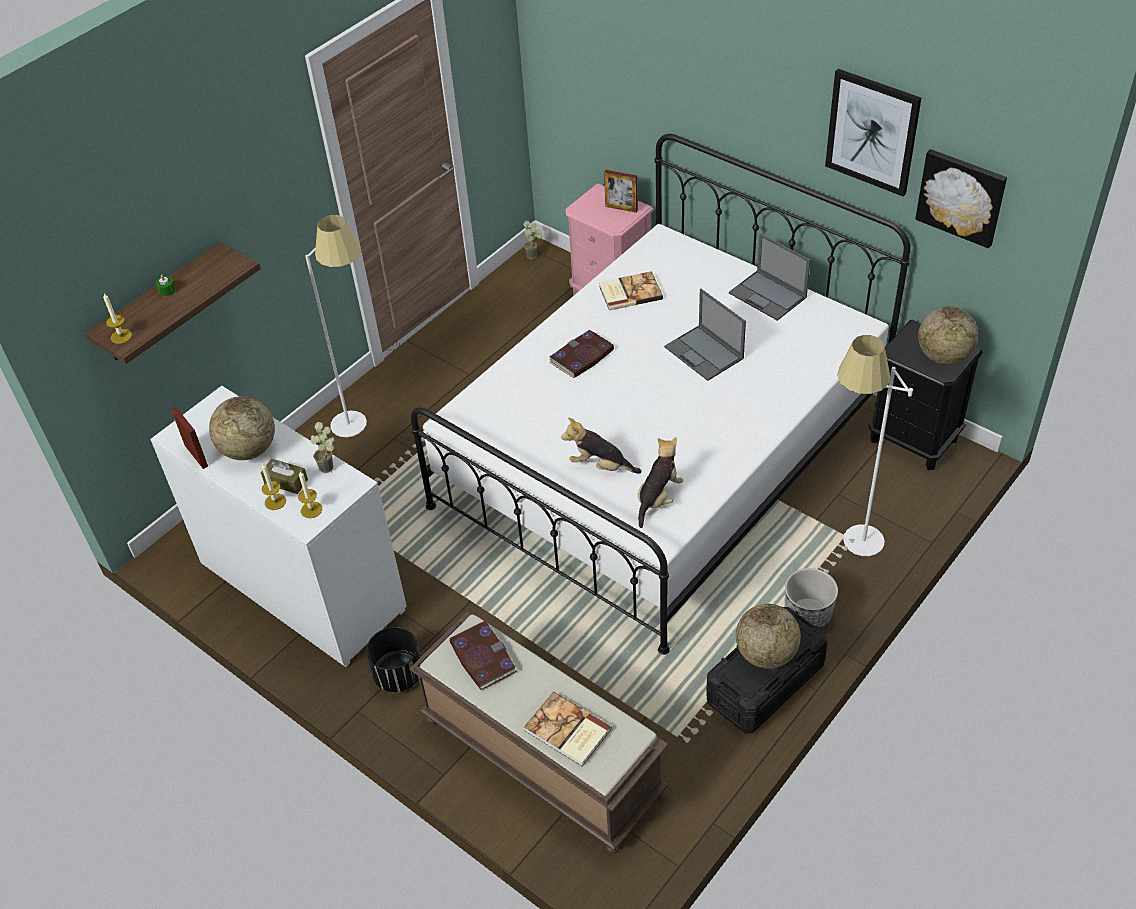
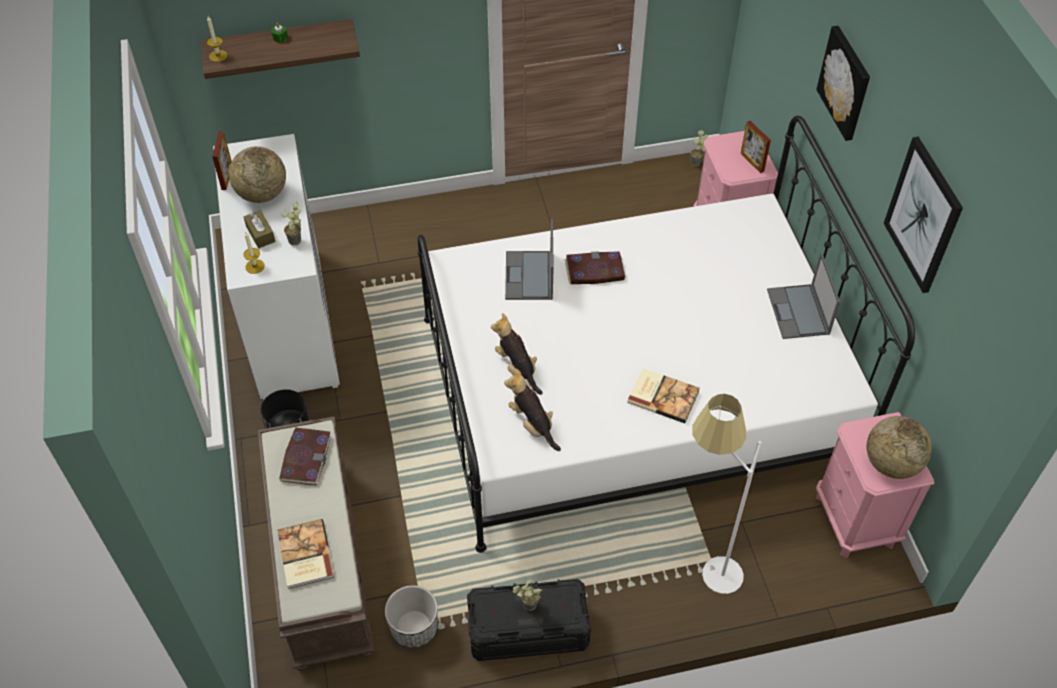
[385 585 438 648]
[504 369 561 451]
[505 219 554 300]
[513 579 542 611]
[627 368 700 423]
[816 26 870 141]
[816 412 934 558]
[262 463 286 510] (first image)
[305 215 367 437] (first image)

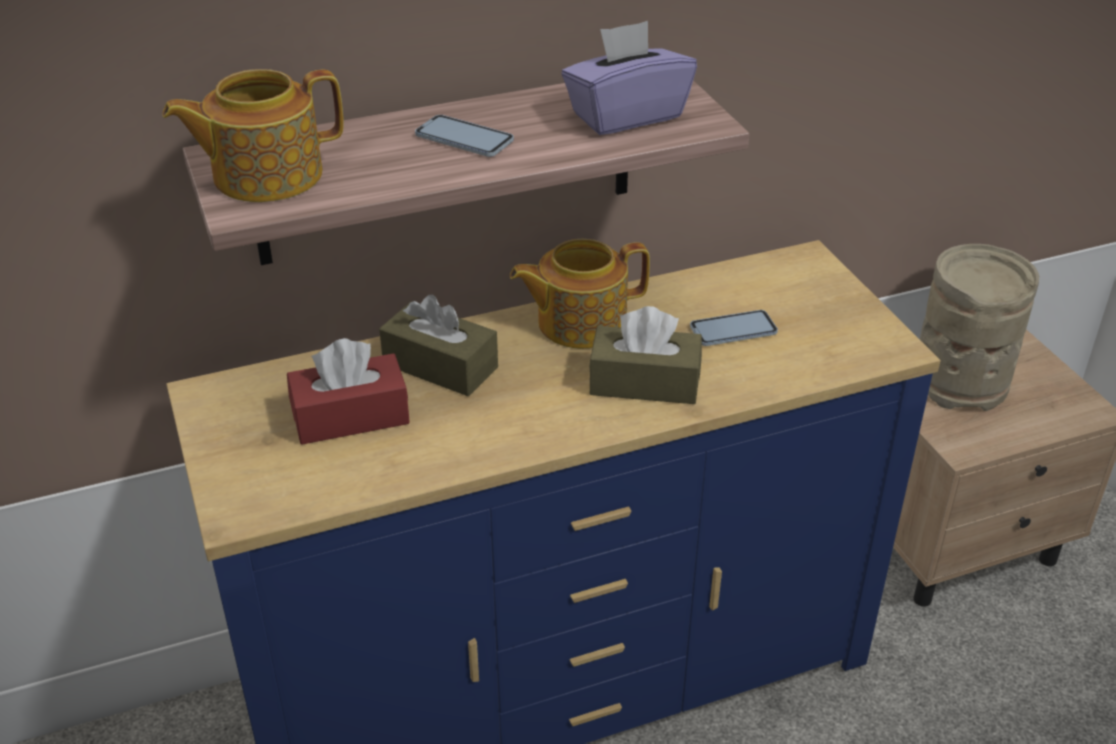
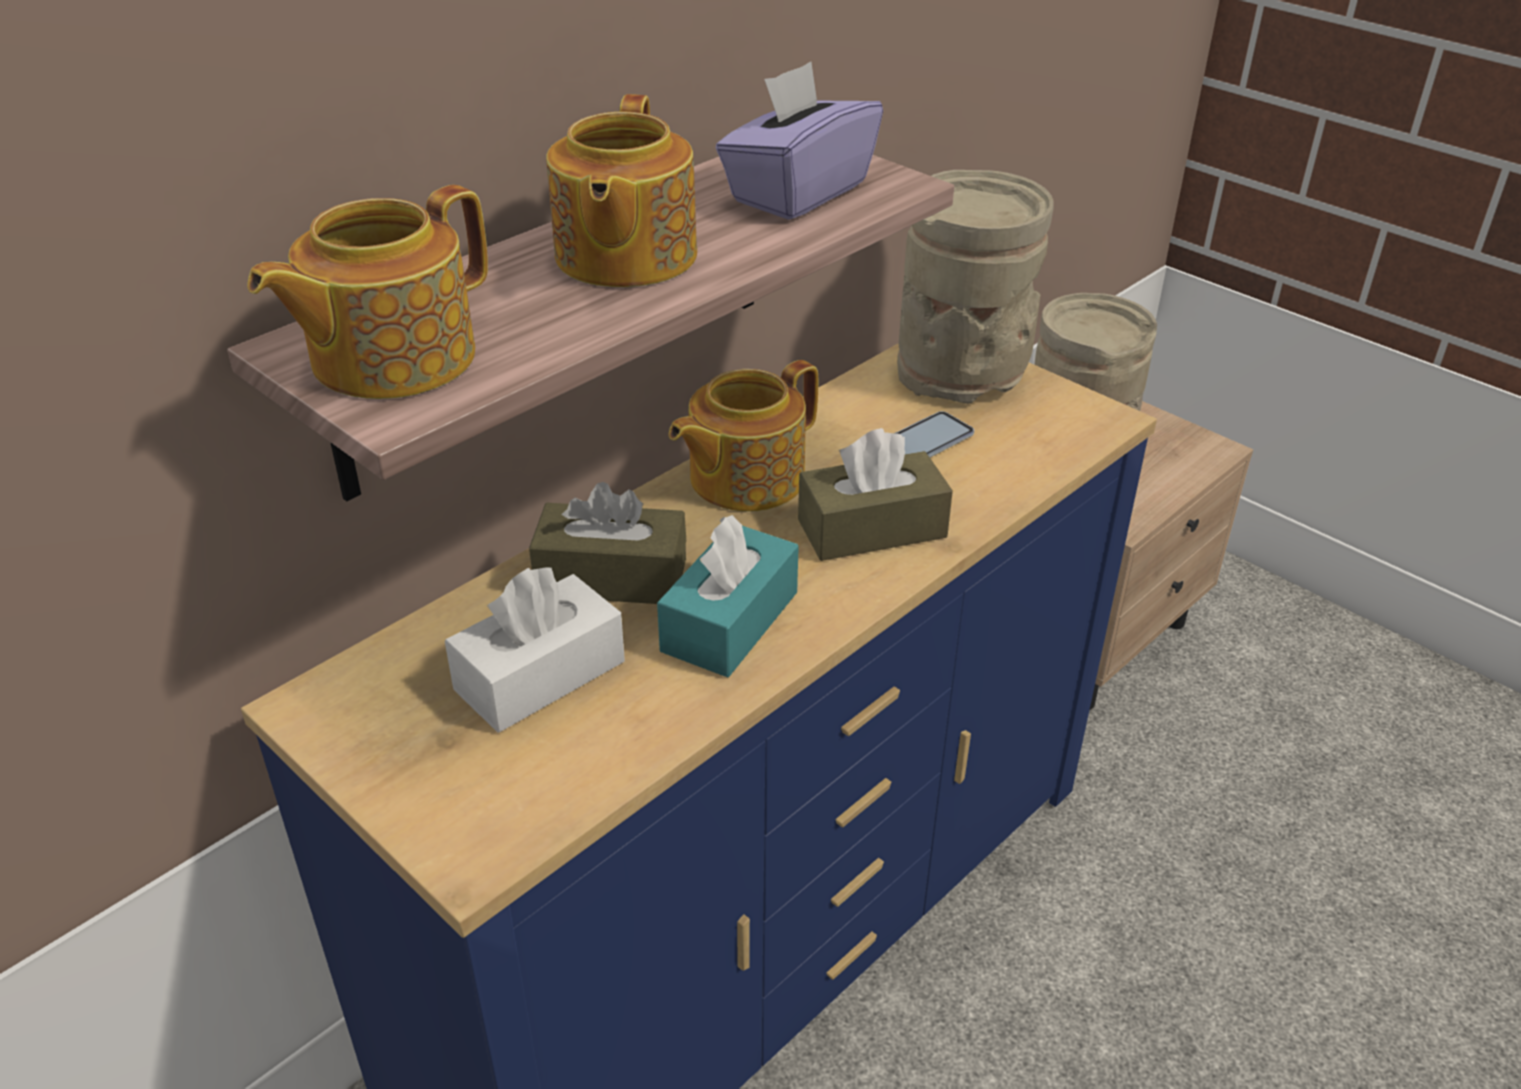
[445 567 625 733]
[546 94 697 287]
[657 515 799 677]
[897 170 1054 404]

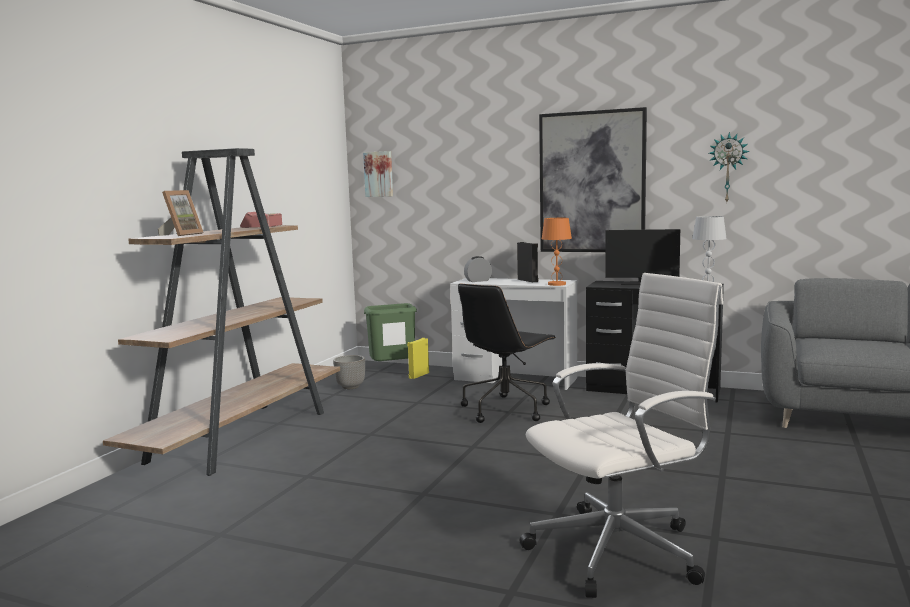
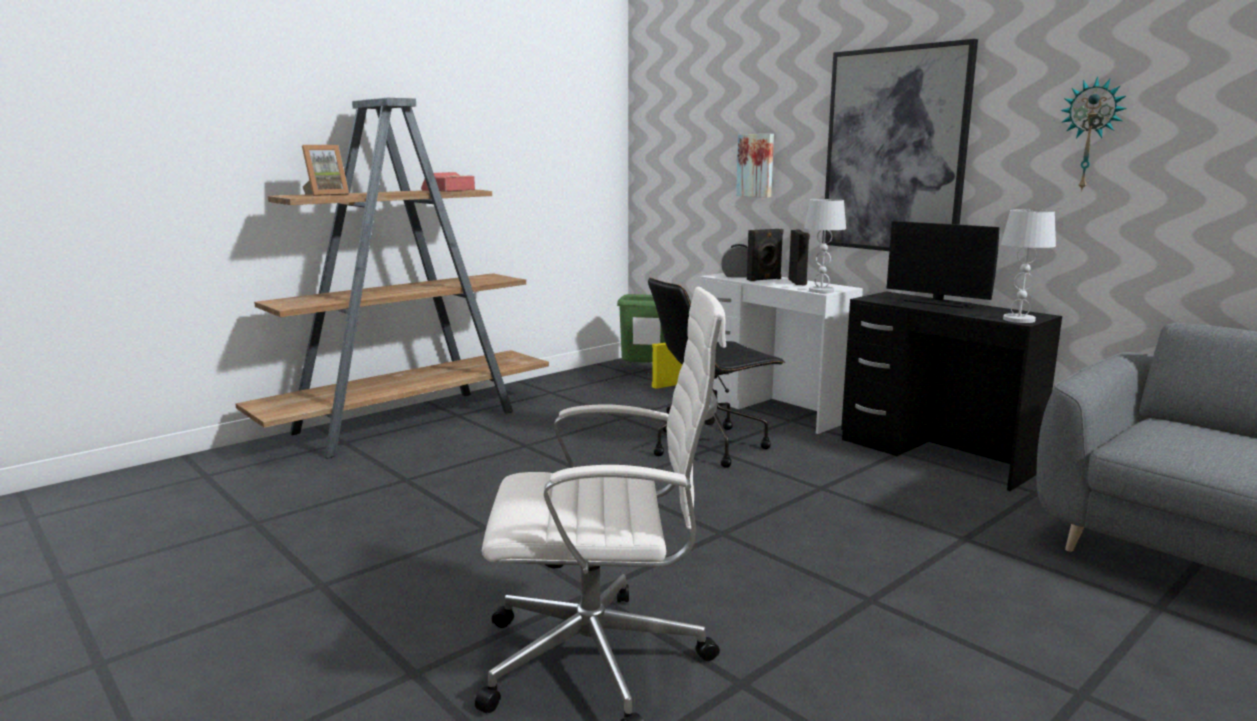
[736 134 774 198]
[747 229 783 281]
[804 199 846 293]
[333 355 365 389] (first image)

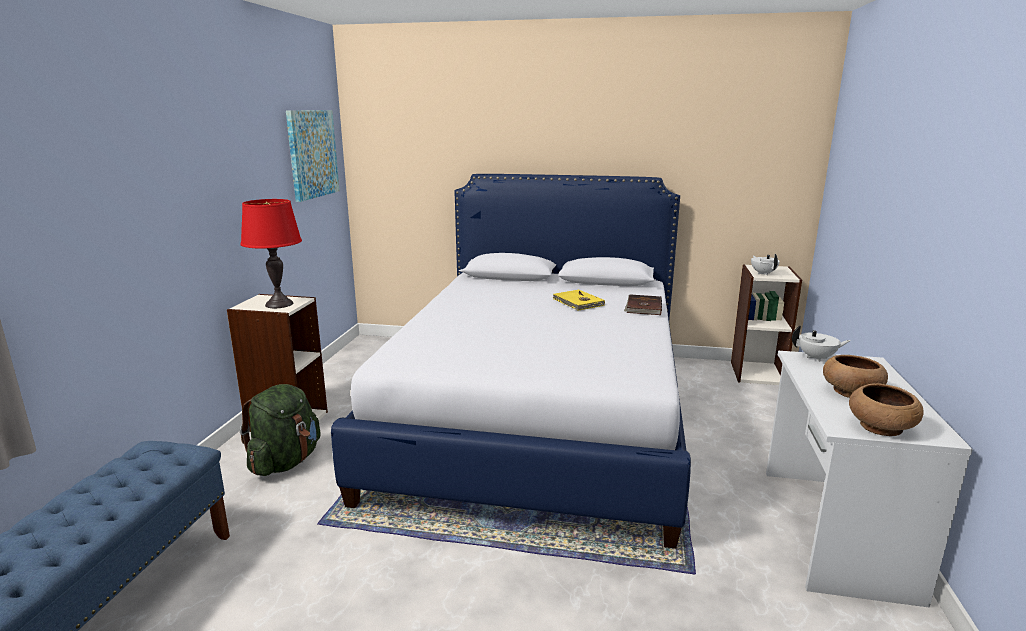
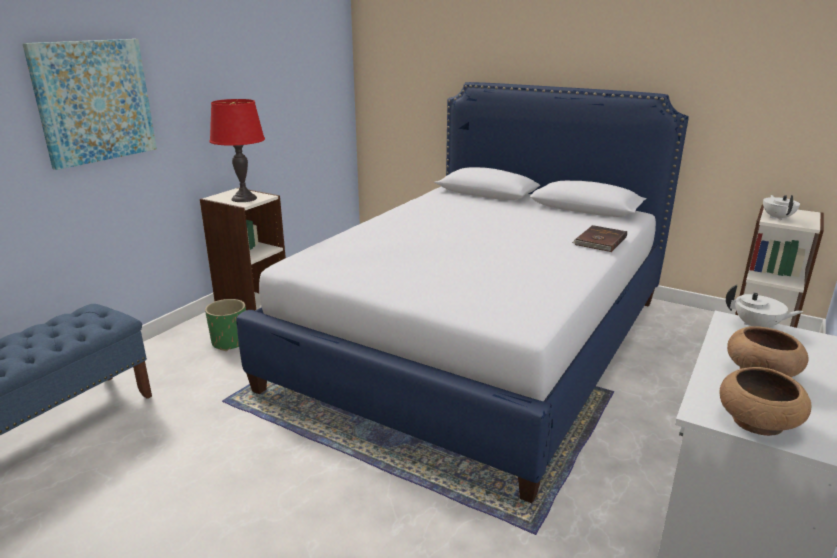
[22 39 157 170]
[205 299 246 351]
[553 289 605 311] (first image)

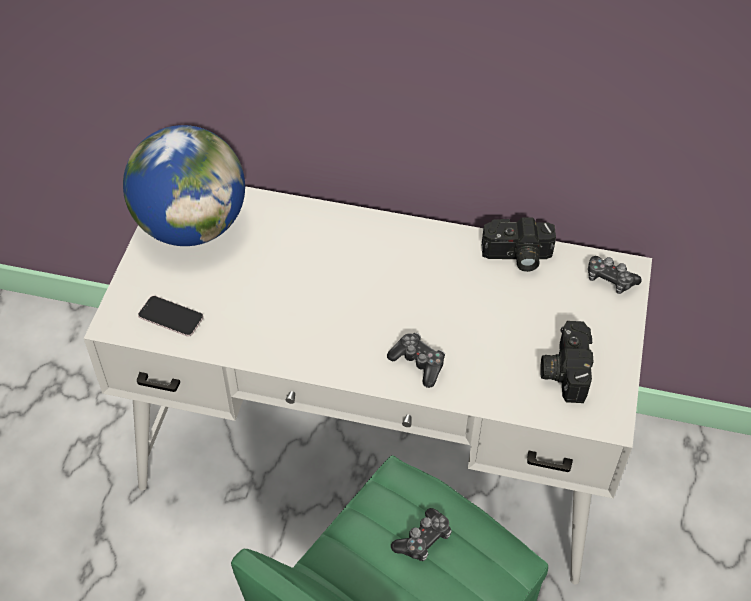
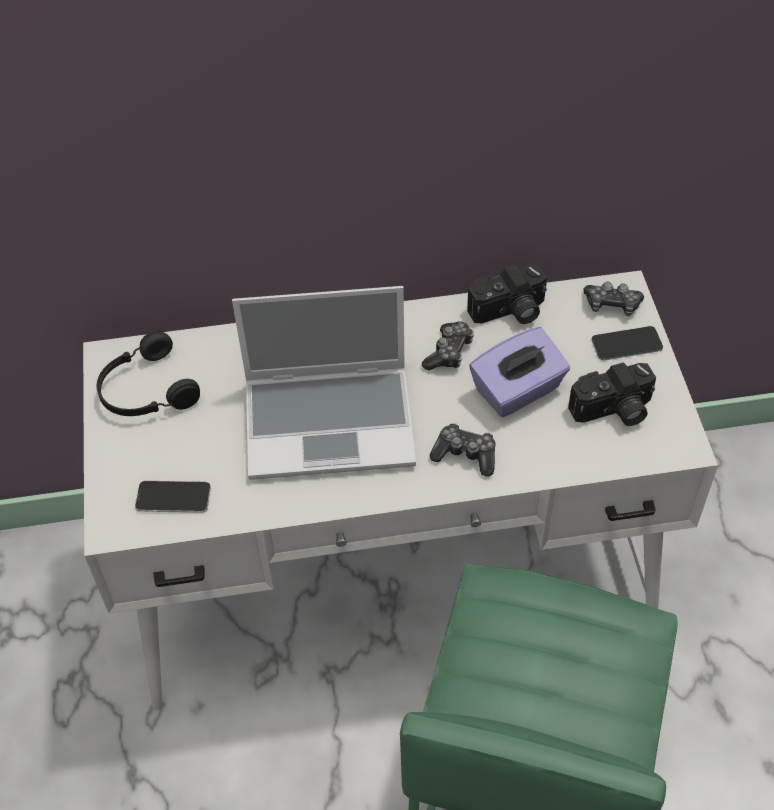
[97 331 200 416]
[232 286 416 480]
[422 321 474 370]
[469 327 570 417]
[568 362 656 426]
[591 326 663 360]

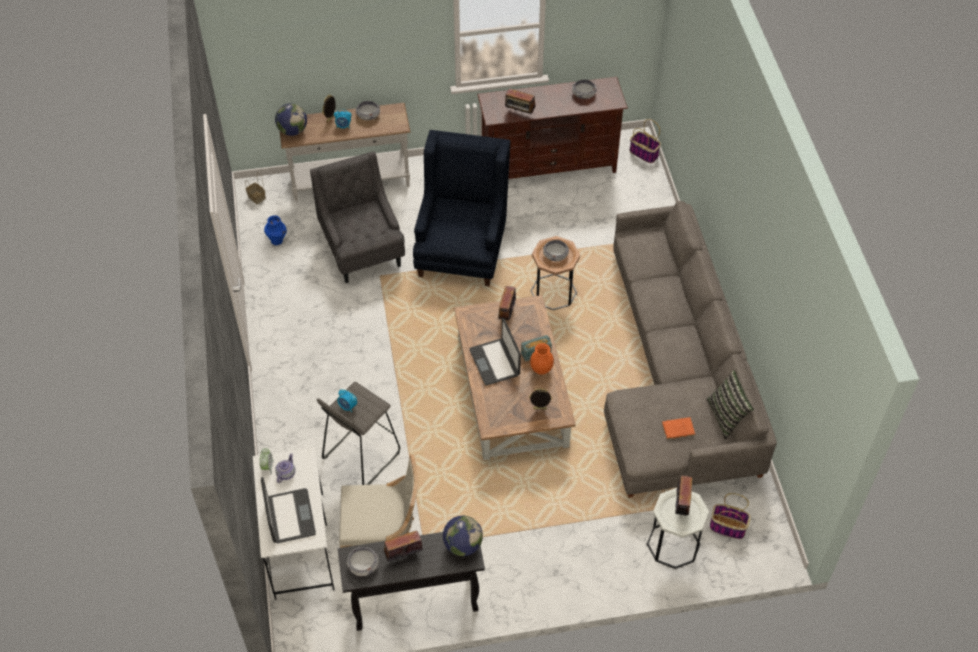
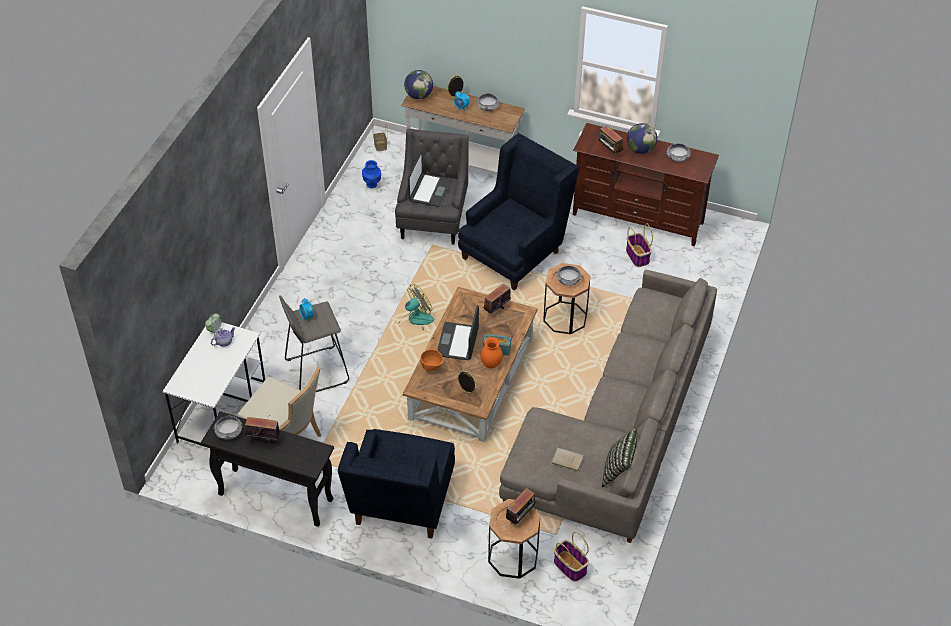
[338 429 455 539]
[398 284 434 330]
[408 151 451 207]
[420 349 444 371]
[488 499 540 579]
[551 448 584 471]
[626 223 653 267]
[627 123 657 154]

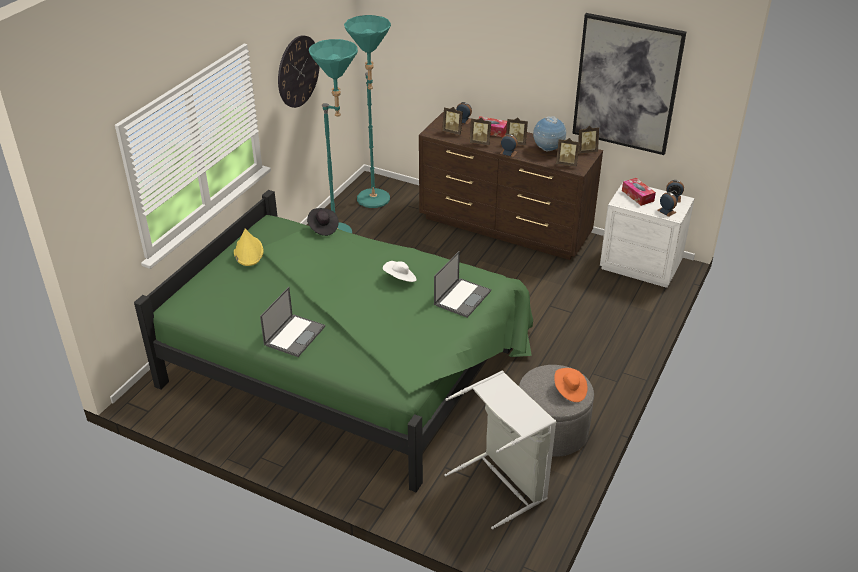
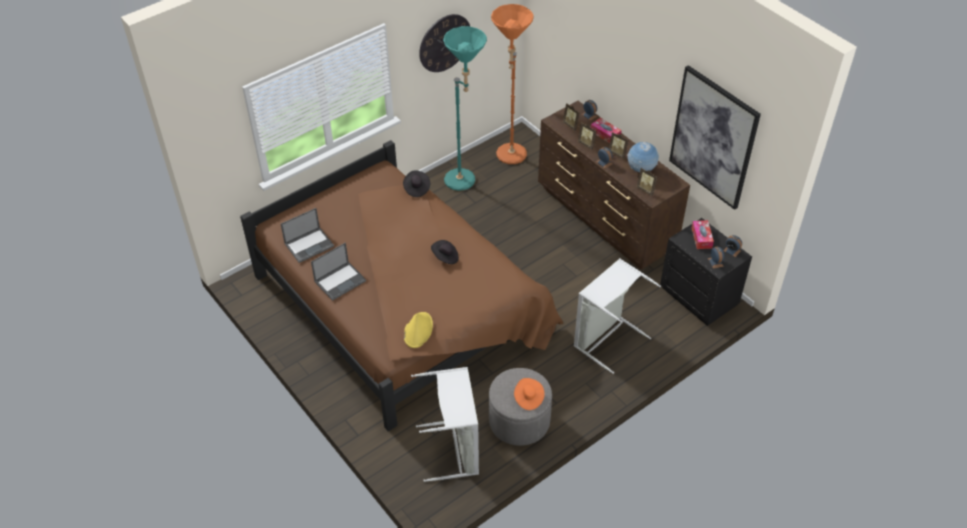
[240 140 563 431]
[281 208 334 263]
[404 312 433 348]
[431 240 459 264]
[491 4 534 164]
[574 258 661 374]
[660 218 752 326]
[578 126 599 154] (first image)

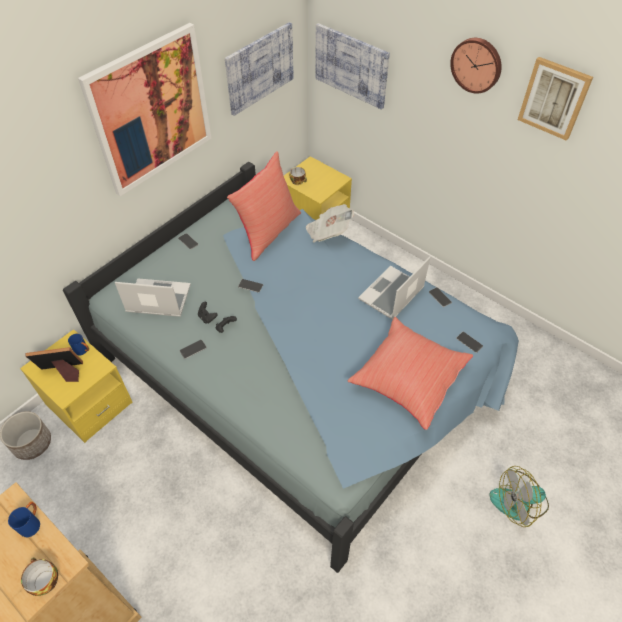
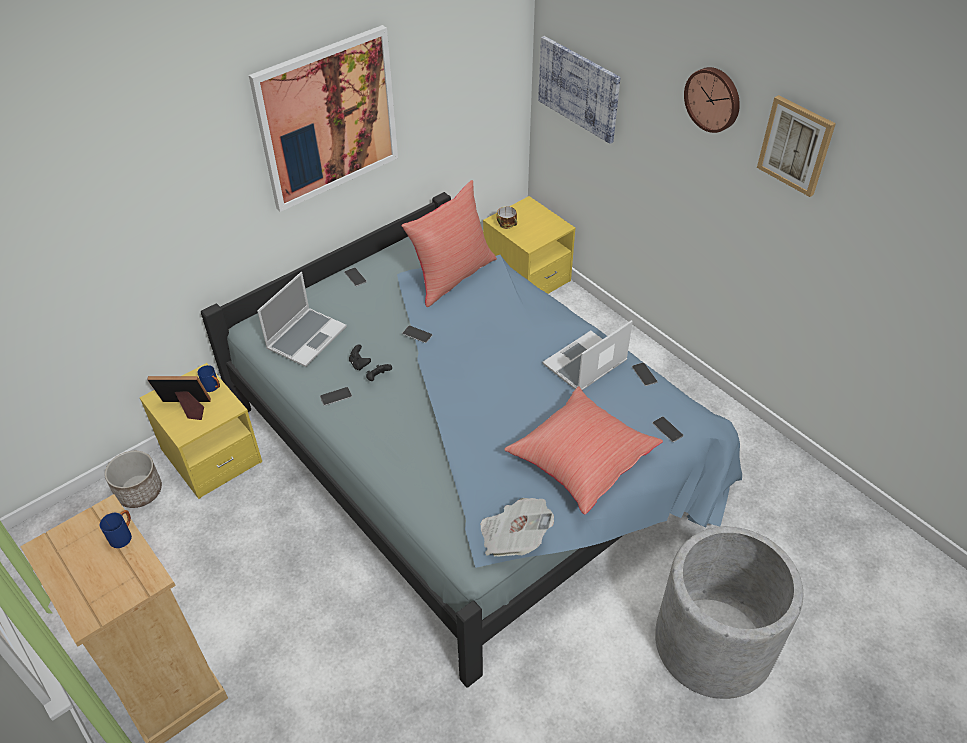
[257 272 347 367]
[480 498 554 557]
[655 527 803 699]
[21 557 58 596] (first image)
[225 22 294 116] (first image)

